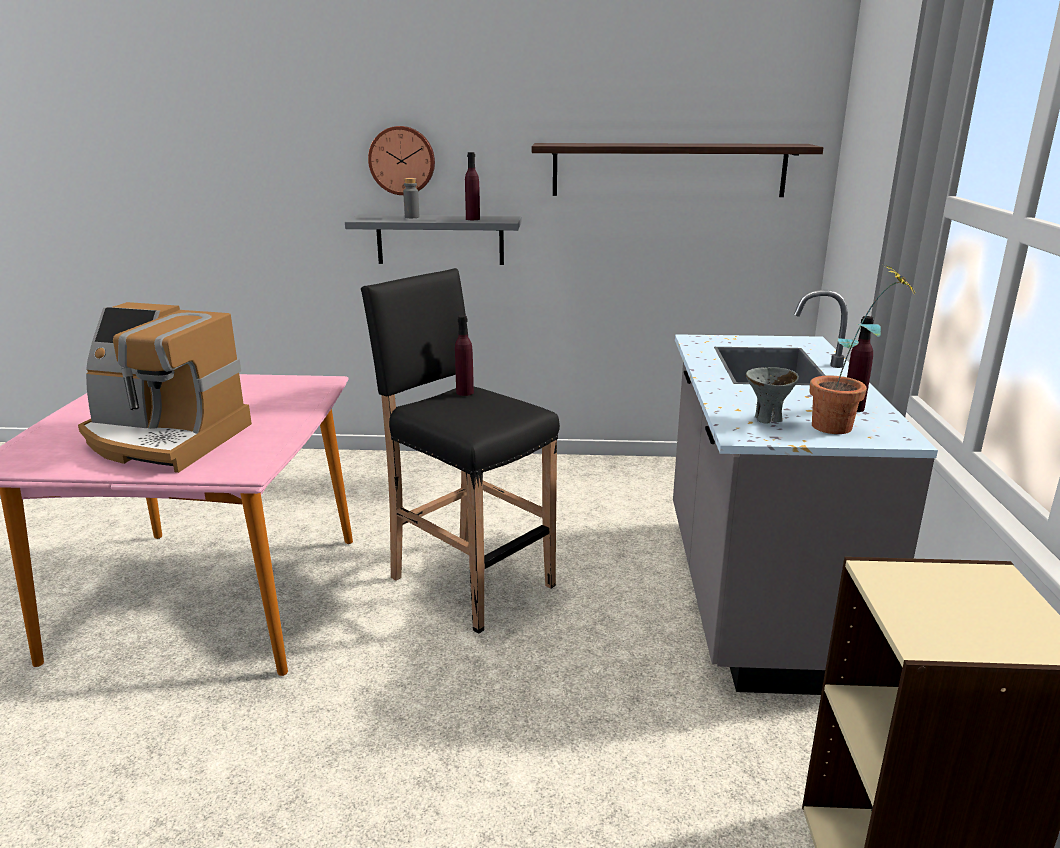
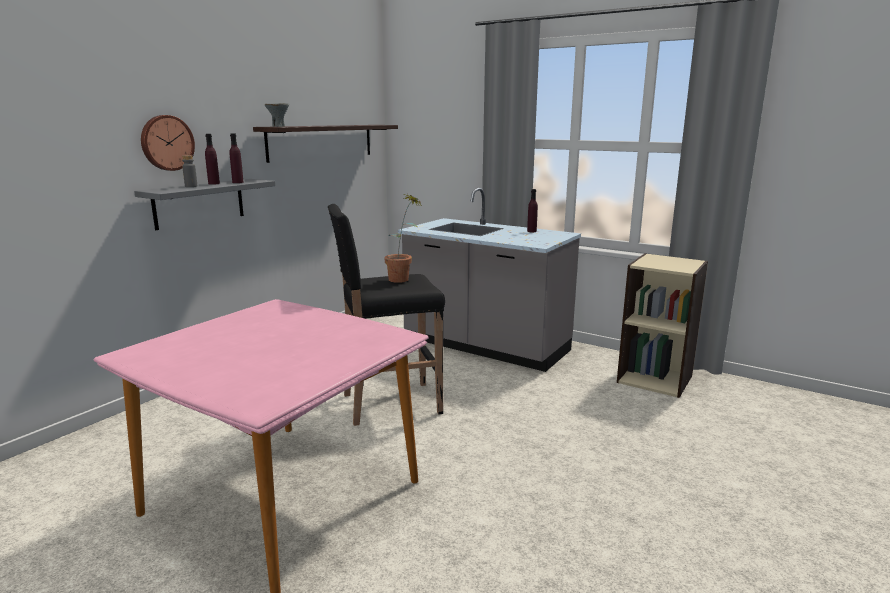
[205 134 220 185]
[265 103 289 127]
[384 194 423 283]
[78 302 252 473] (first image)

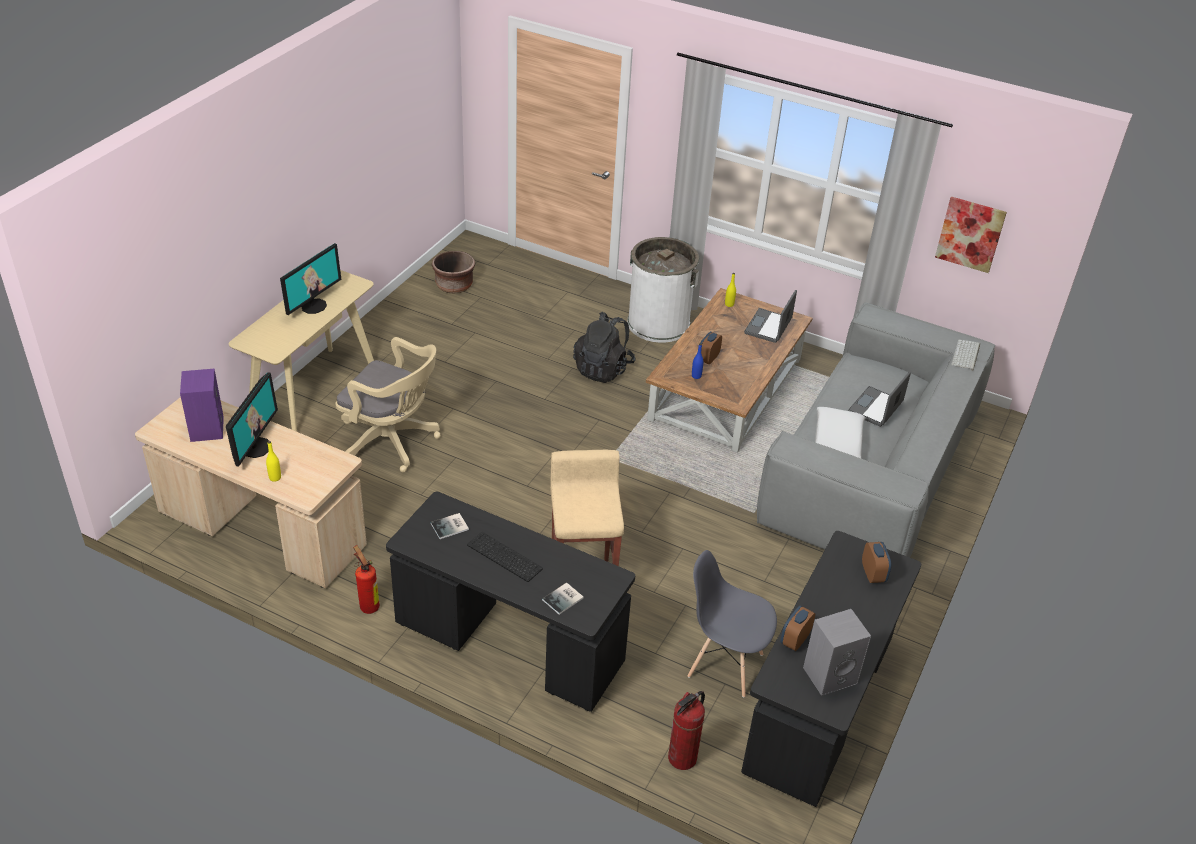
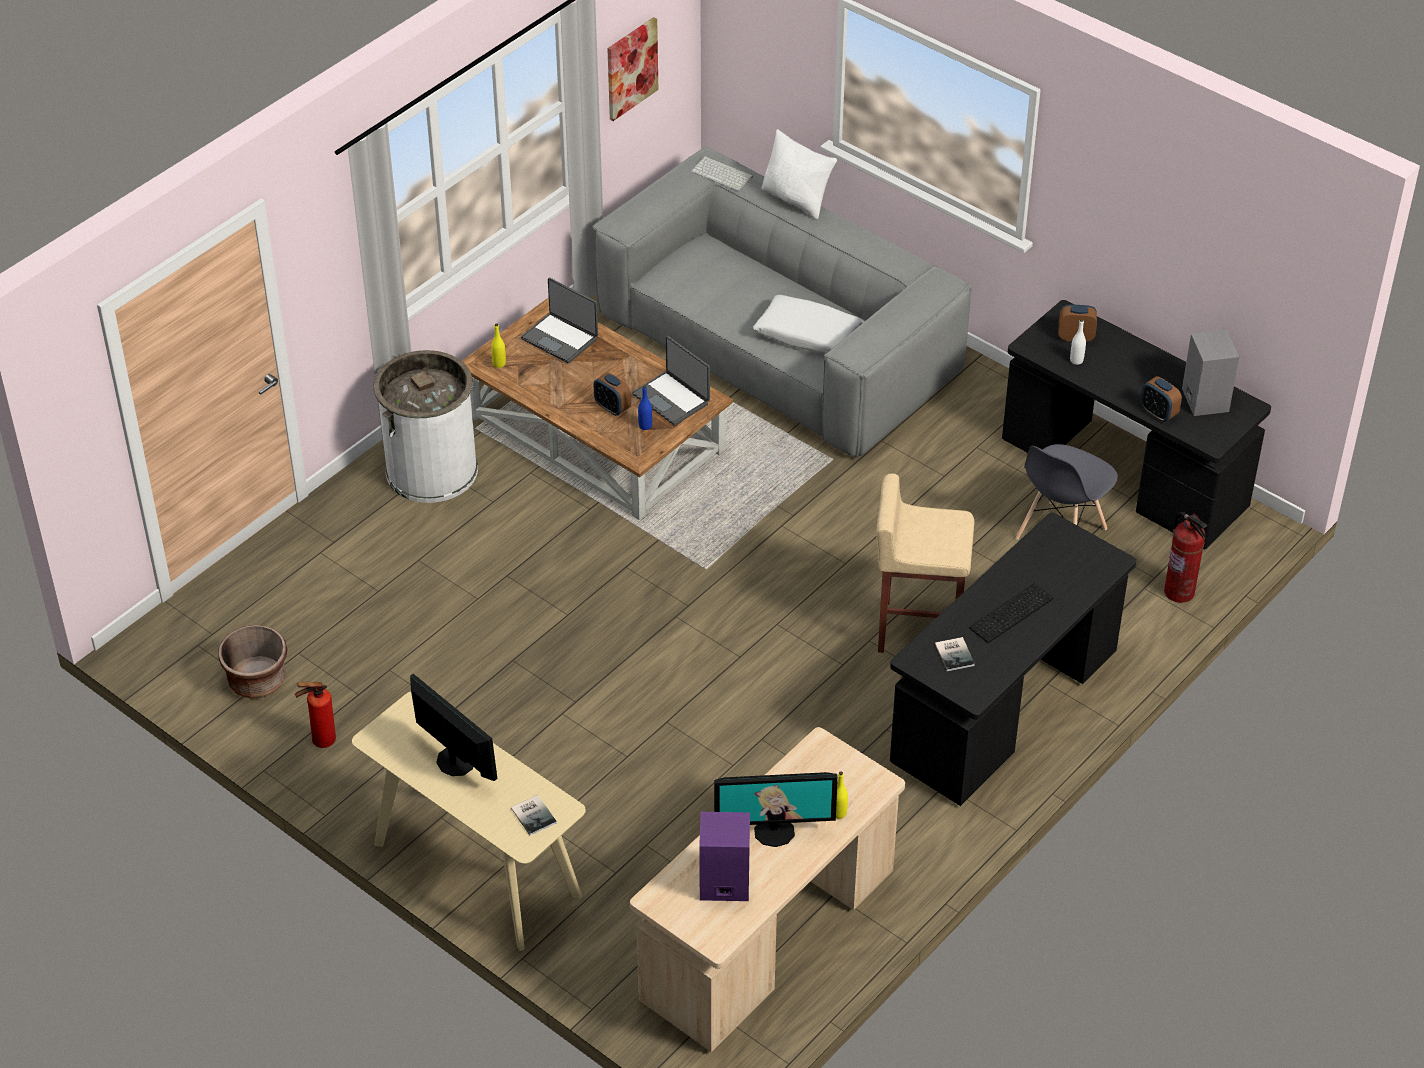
[295 681 336 748]
[511 795 557 835]
[632 336 710 426]
[714 772 838 847]
[762 129 837 220]
[1070 319 1086 365]
[335 337 441 473] (first image)
[573 312 636 383] (first image)

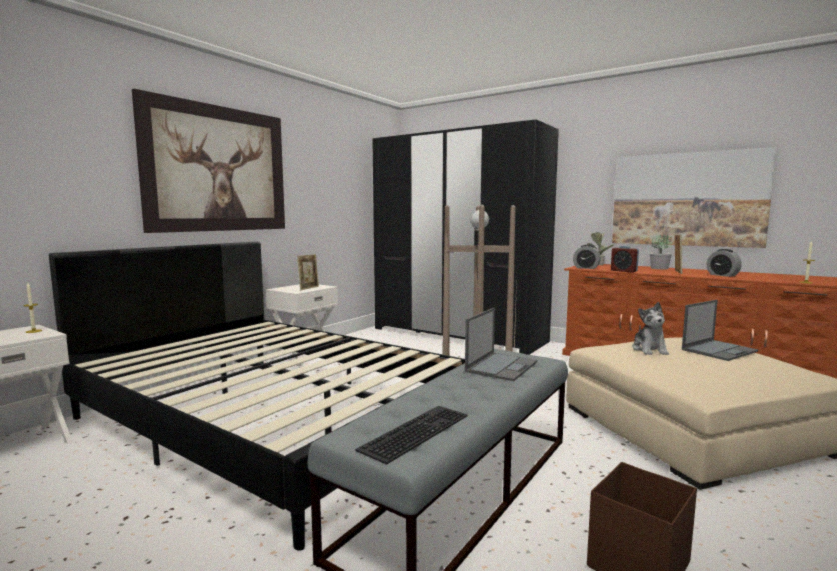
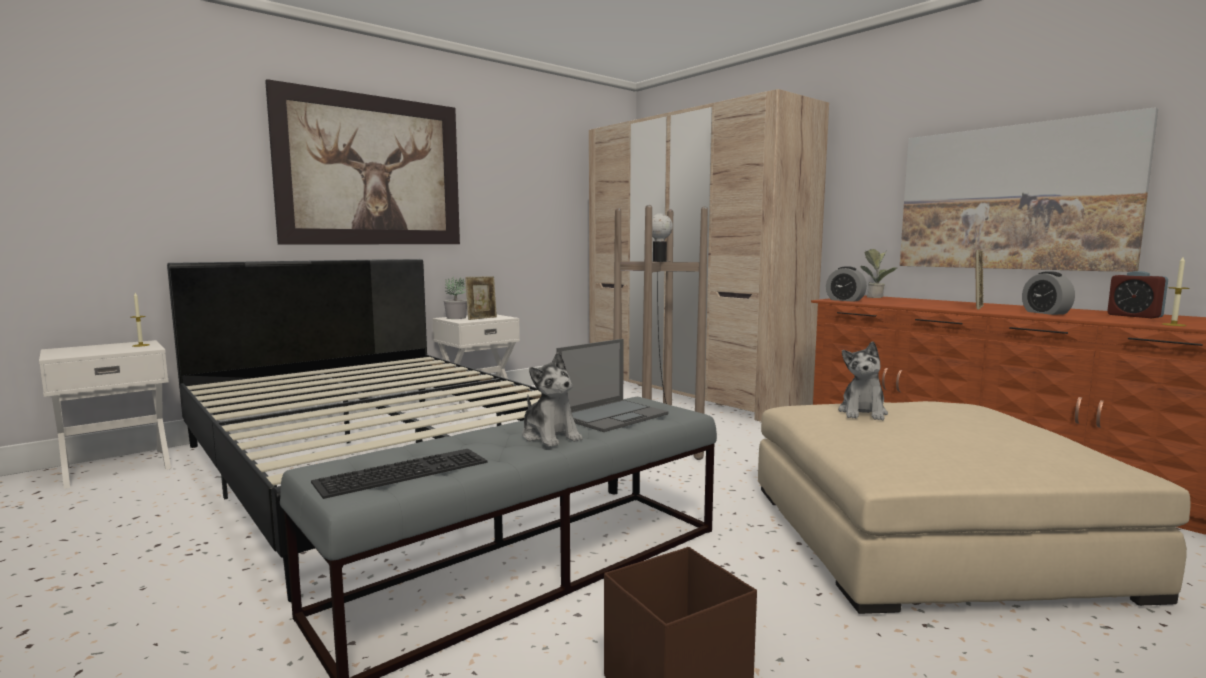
[444 276 467 319]
[522 352 583 447]
[589 89 829 422]
[1107 271 1168 318]
[682 300 758 361] (first image)

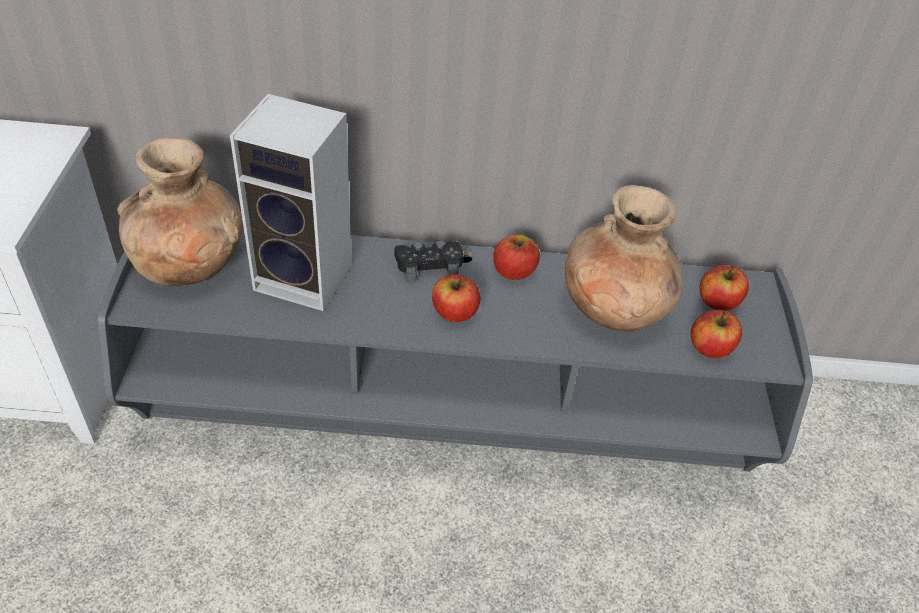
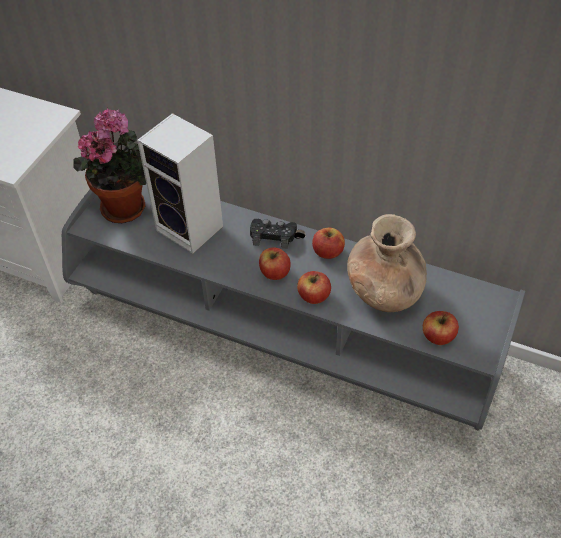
[73 108 146 223]
[297 271 331 304]

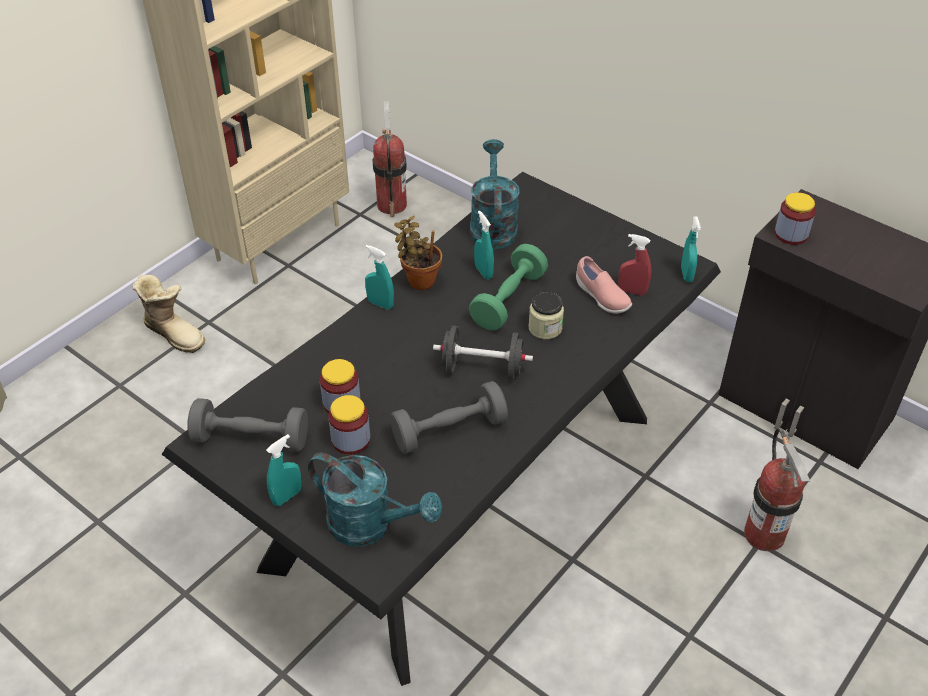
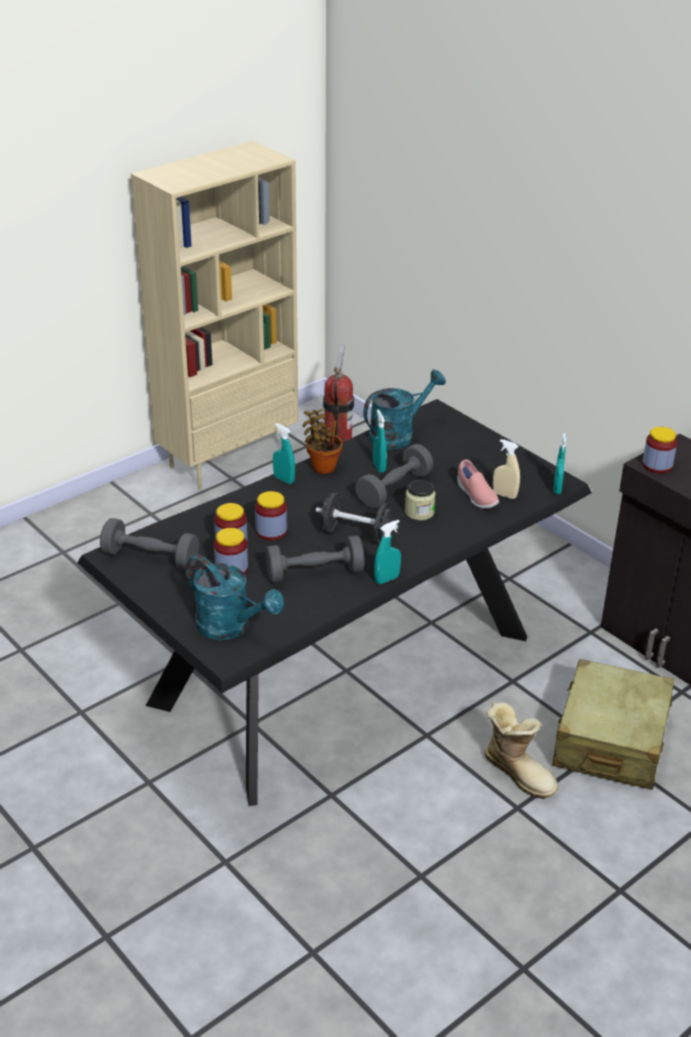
[255 491 287 540]
[355 444 433 509]
[363 370 446 450]
[374 520 401 584]
[484 702 558 799]
[493 439 520 499]
[553 659 675 790]

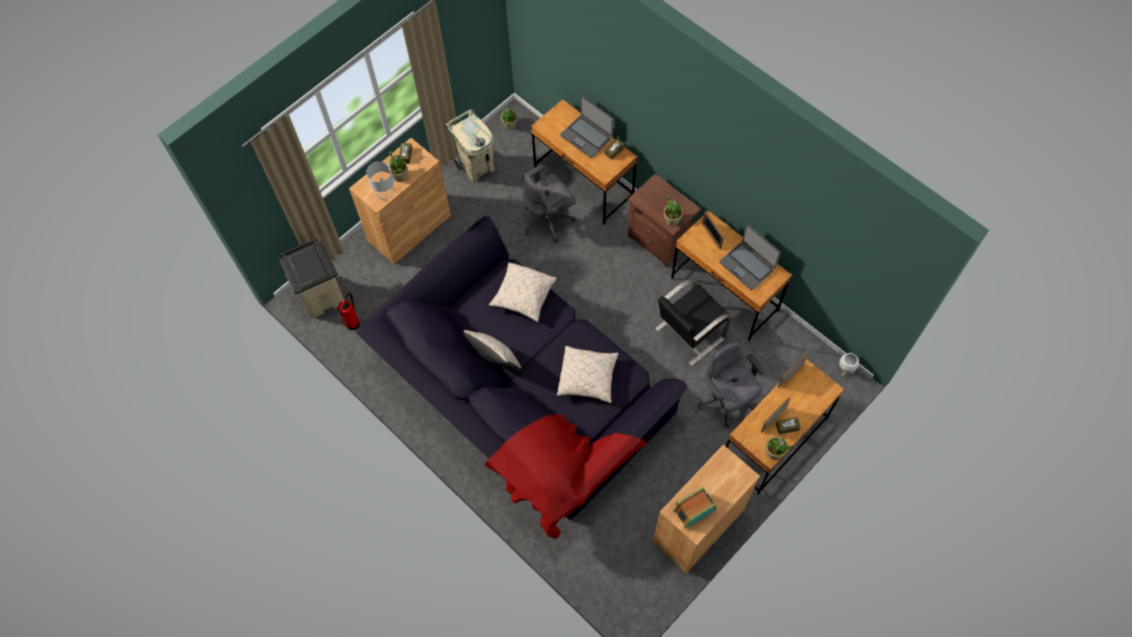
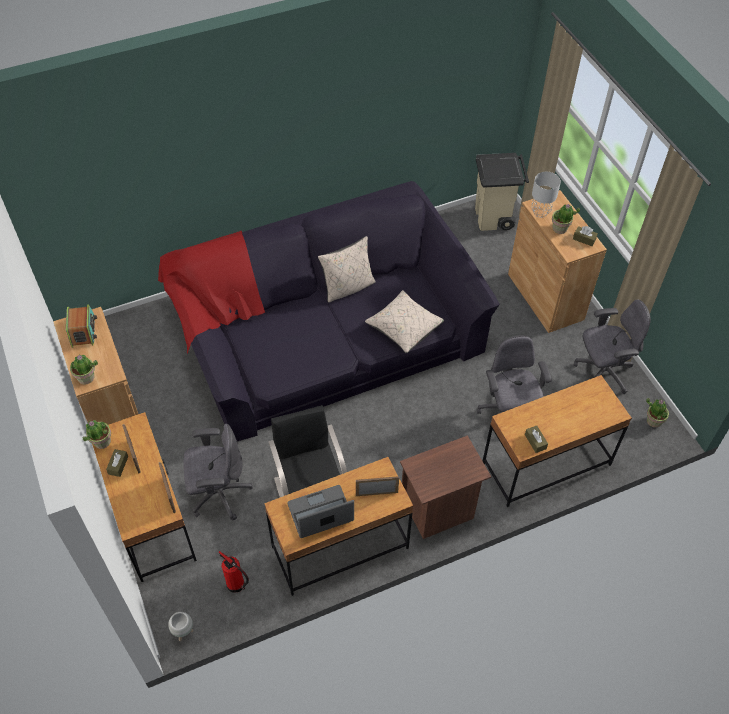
[70 354 98 385]
[219 551 249 592]
[573 299 651 394]
[557 346 619 403] (first image)
[560 96 613 158] (first image)

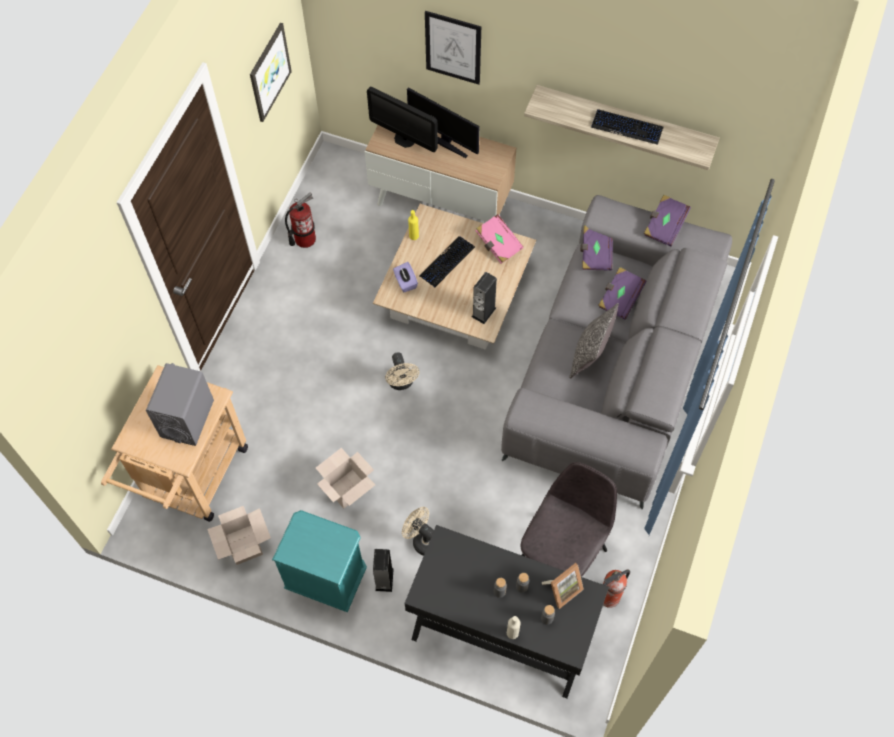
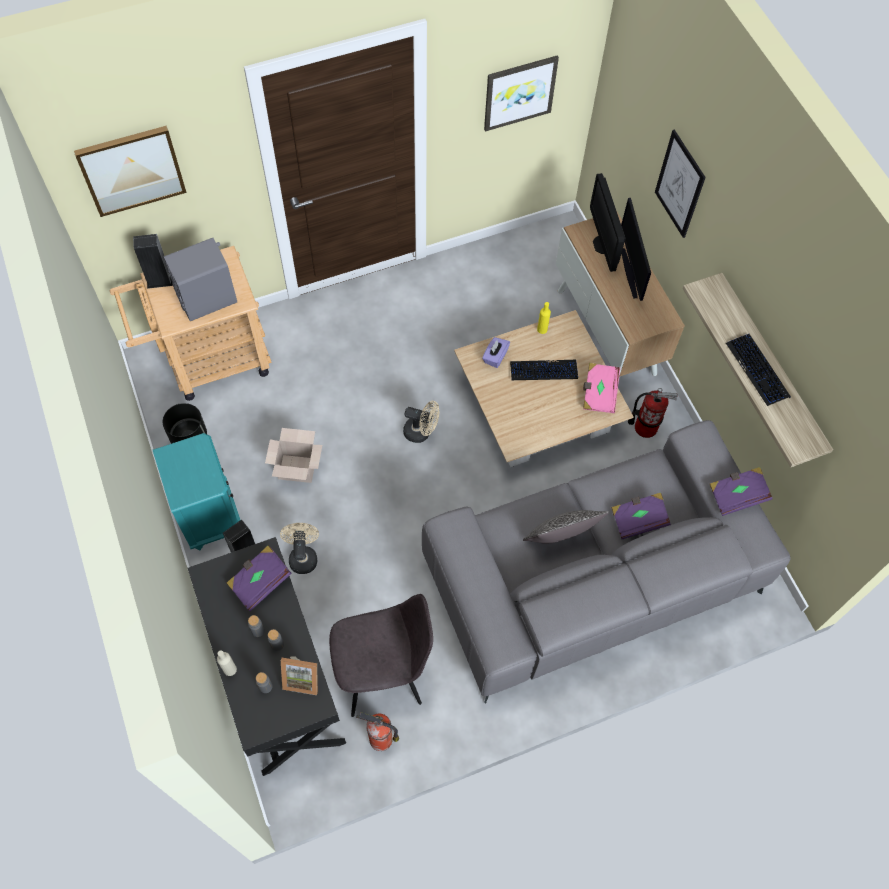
[74 126 187 217]
[133 234 173 289]
[163 403 207 444]
[227 545 292 611]
[403 401 440 443]
[628 388 678 438]

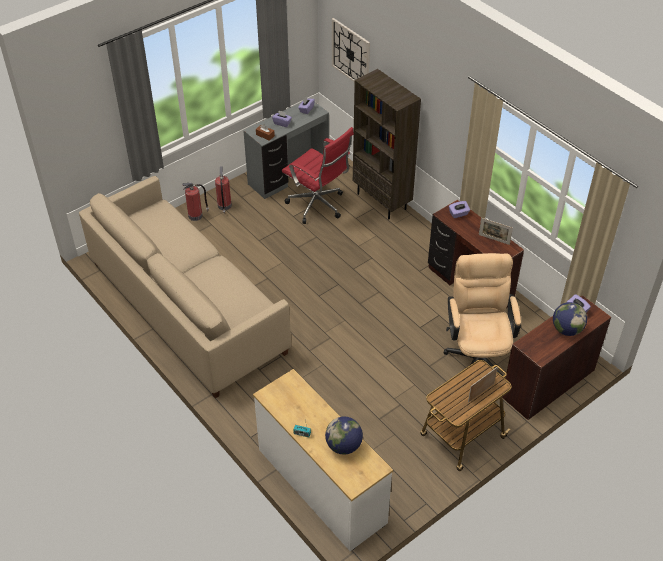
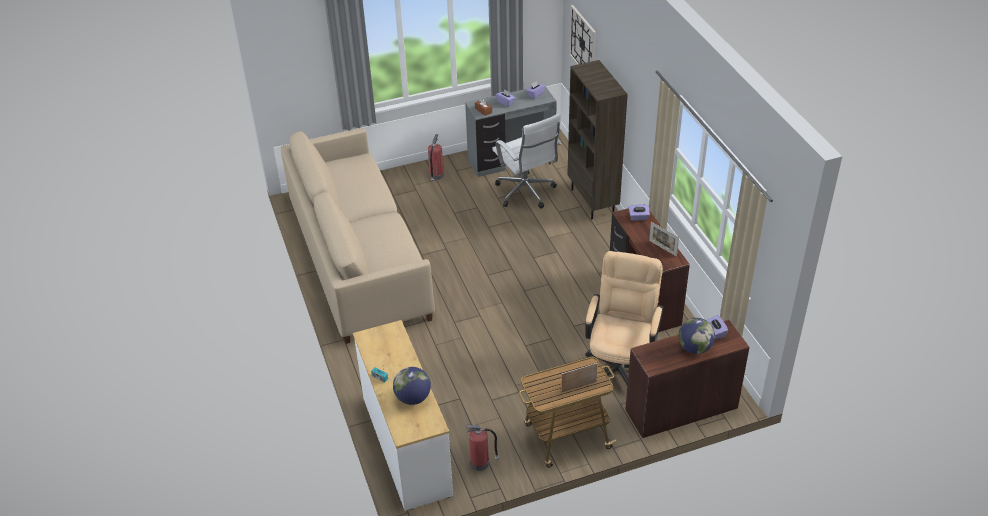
[466 425 499 471]
[492 113 561 209]

